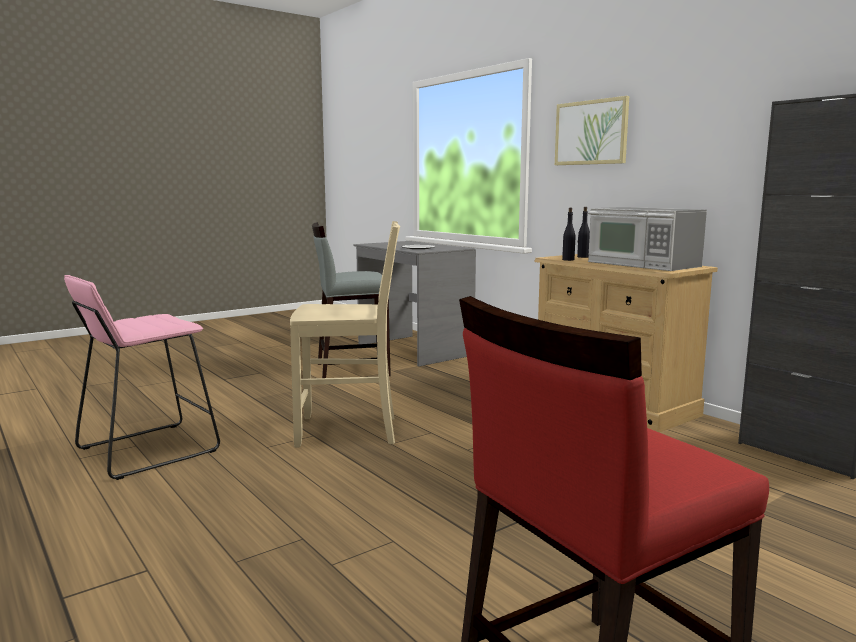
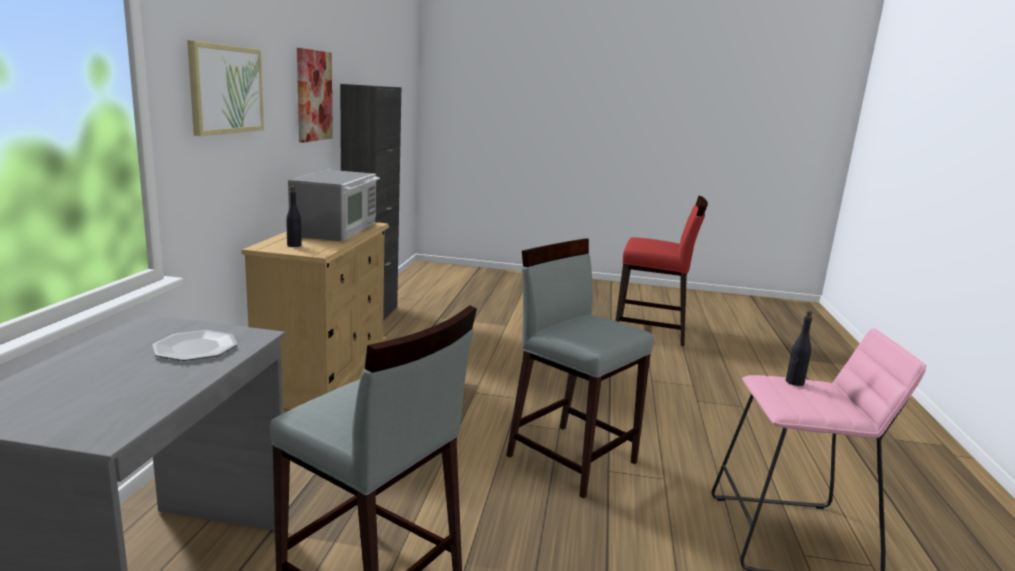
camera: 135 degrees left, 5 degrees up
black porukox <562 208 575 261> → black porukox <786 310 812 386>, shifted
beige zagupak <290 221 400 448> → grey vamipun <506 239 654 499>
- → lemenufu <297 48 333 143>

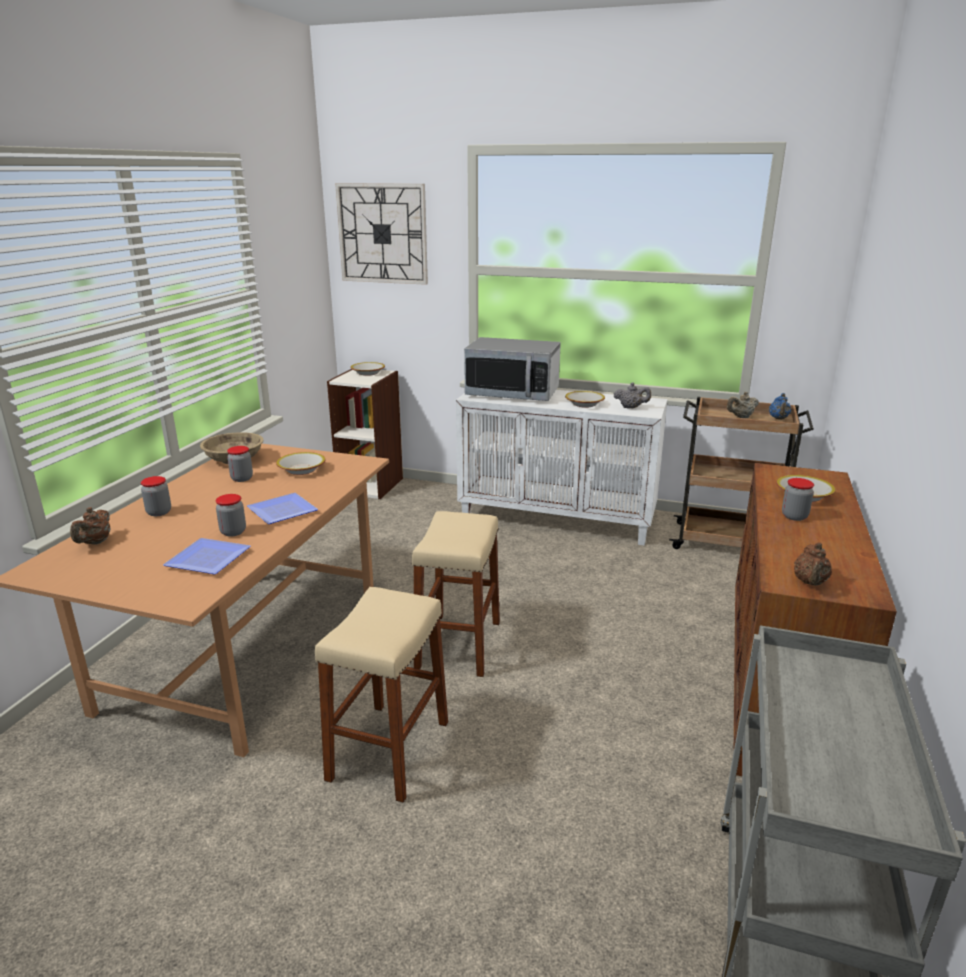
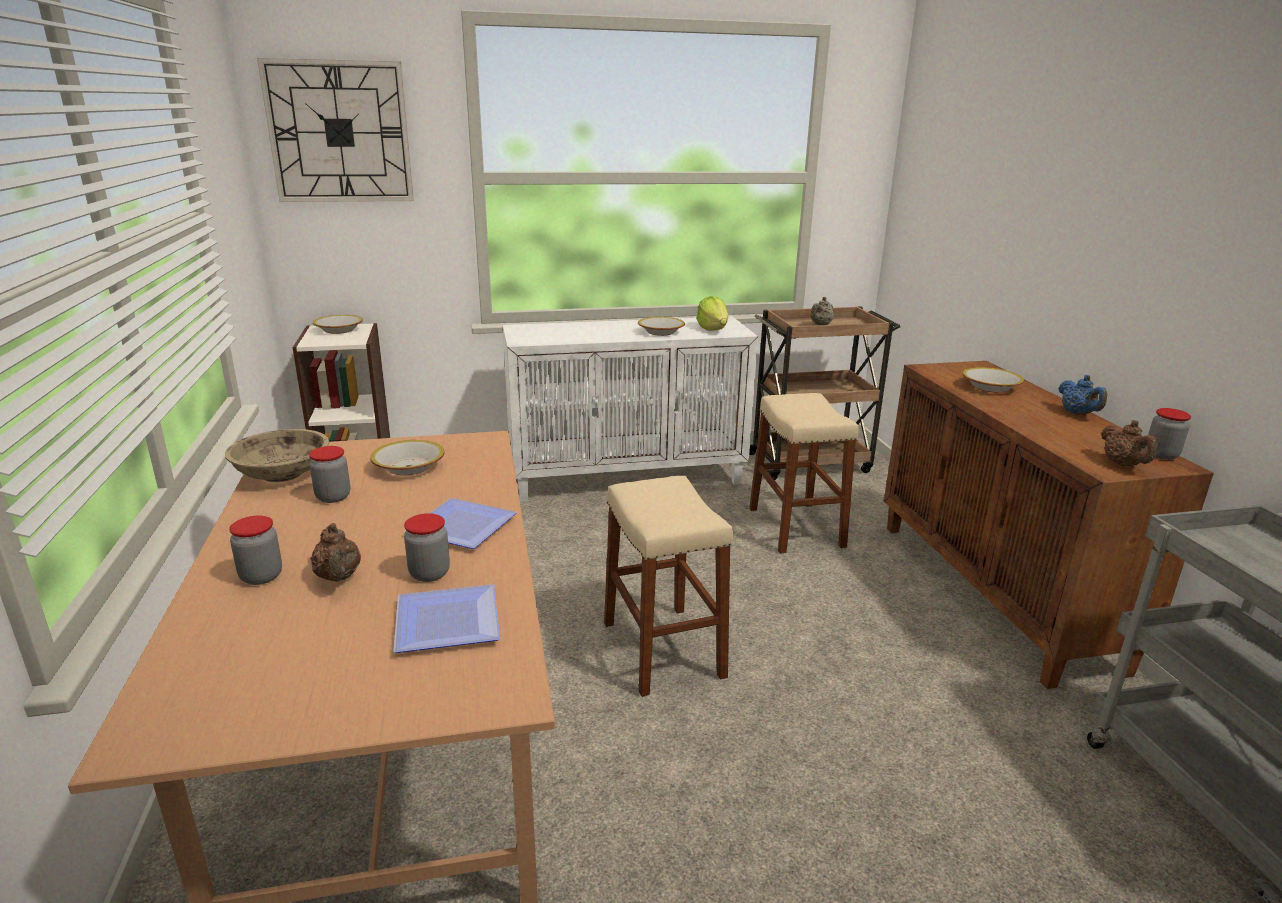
camera: 30 degrees left, 0 degrees up
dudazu <464 337 561 401> → -
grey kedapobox <614 382 651 409> → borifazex <696 296 729 331>
blue kedapobox <769 393 791 420> → blue kedapobox <1058 375 1107 415>, shifted
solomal <782 478 814 521> → solomal <1147 408 1191 460>, shifted
brown kedapobox <70 507 111 545> → brown kedapobox <310 523 361 582>, shifted
beige vamipun <315 587 448 803> → beige vamipun <749 393 859 553>, shifted

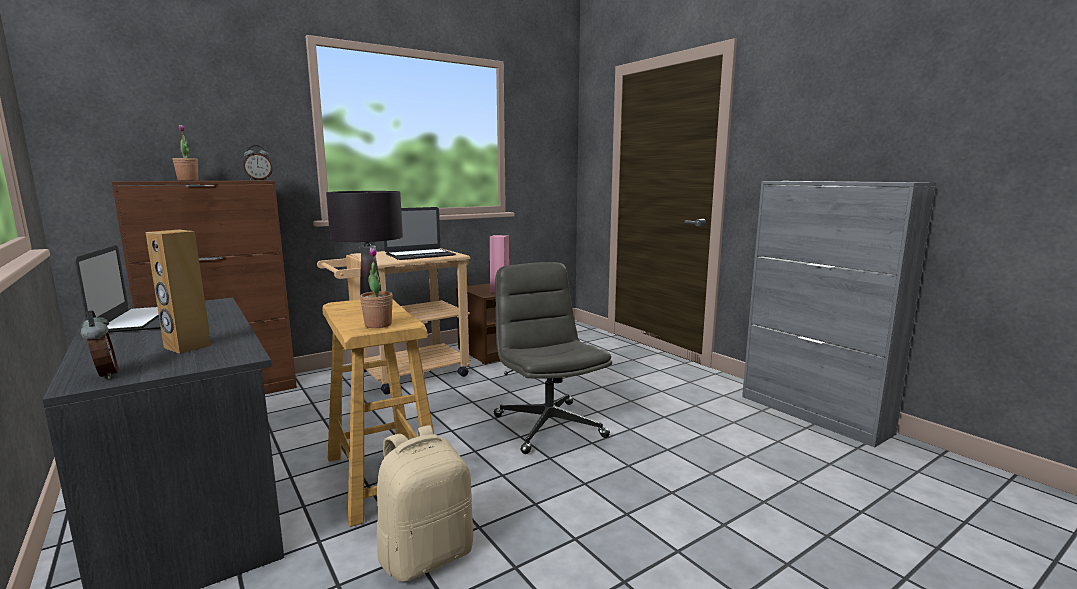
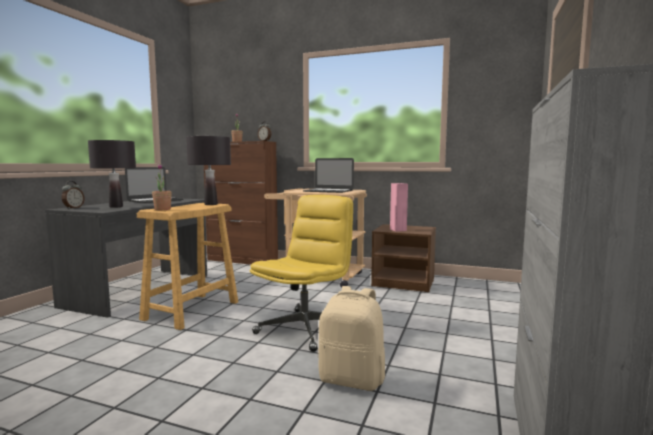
camera: 55 degrees right, 5 degrees down
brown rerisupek <145 230 211 354> → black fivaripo <88 140 136 208>
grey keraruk <494 262 612 454> → yellow keraruk <250 195 353 352>
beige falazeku <377 425 473 582> → beige falazeku <318 286 385 391>, shifted

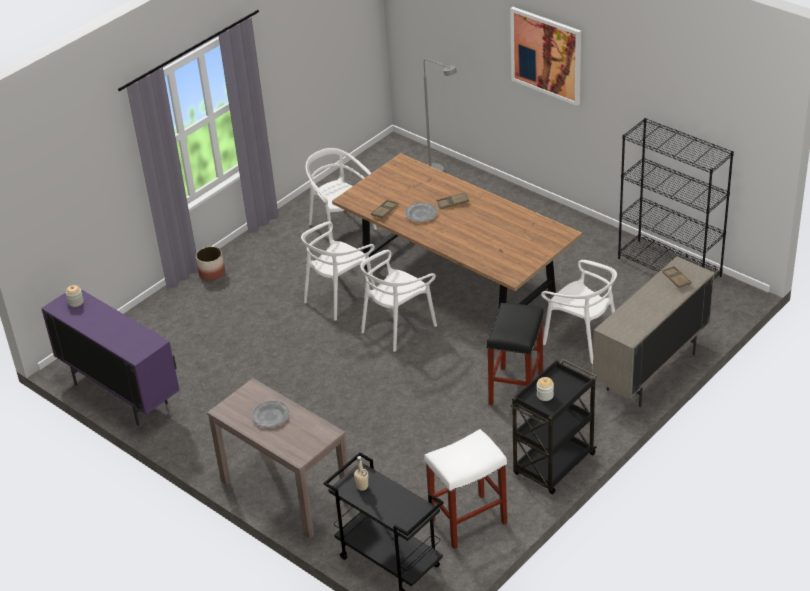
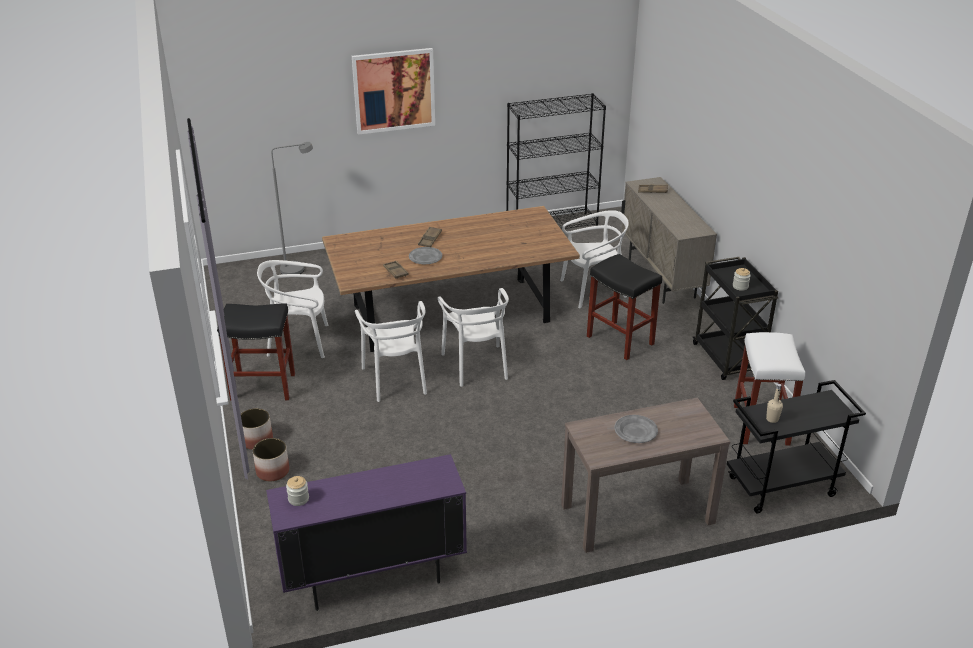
camera: 60 degrees left, 5 degrees down
- → black vamipun <217 303 295 401>
- → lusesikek <253 438 289 481>

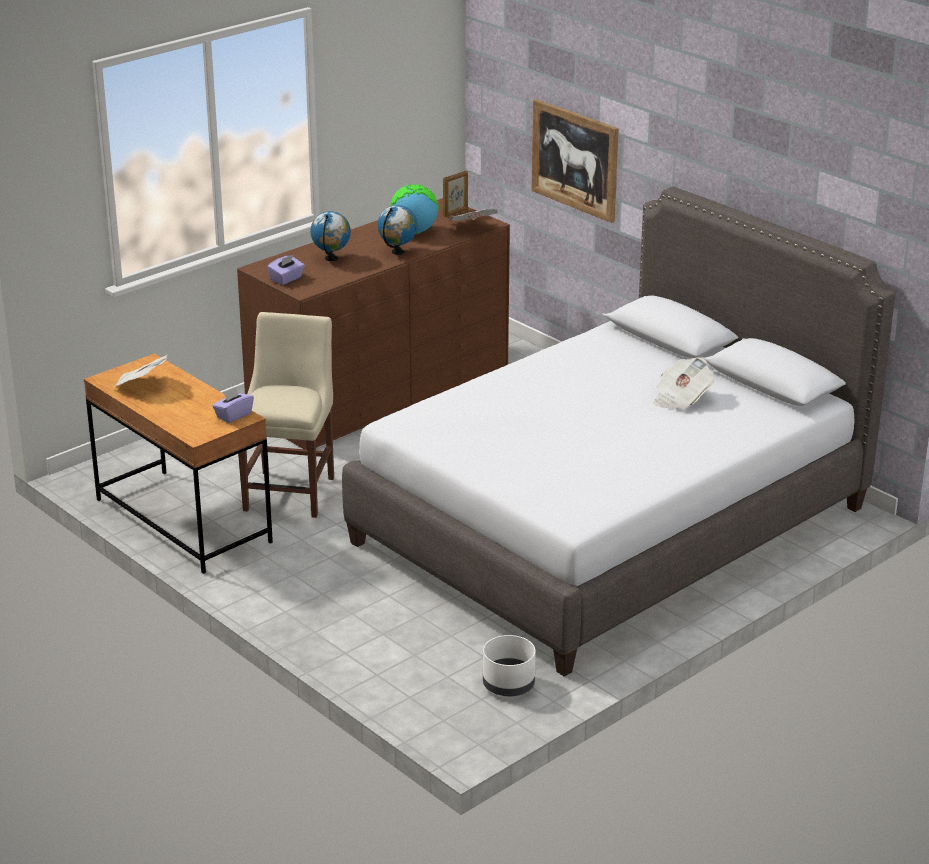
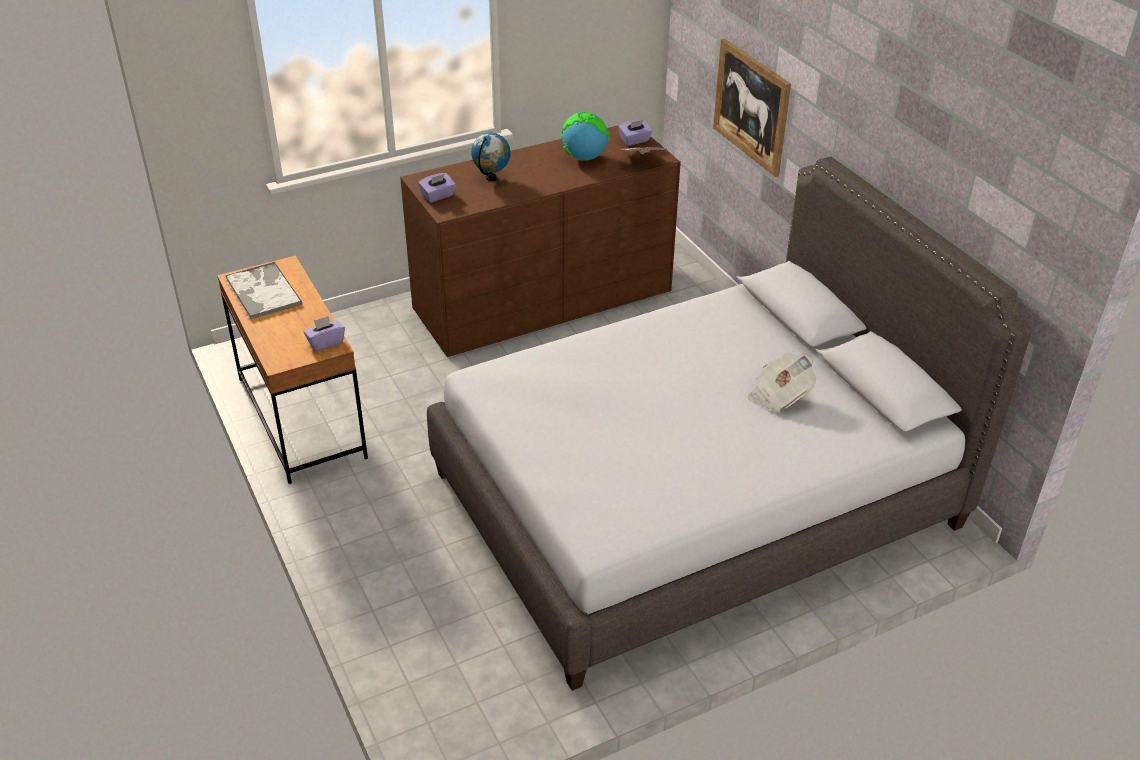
camera: 15 degrees right, 10 degrees up
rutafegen <443 171 468 217> → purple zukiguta <618 120 653 146>
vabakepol <378 205 418 255> → -
beige zagupak <238 312 334 518> → -
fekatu <113 355 167 387> → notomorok <225 262 303 319>
white lusesikek <483 635 536 696> → -

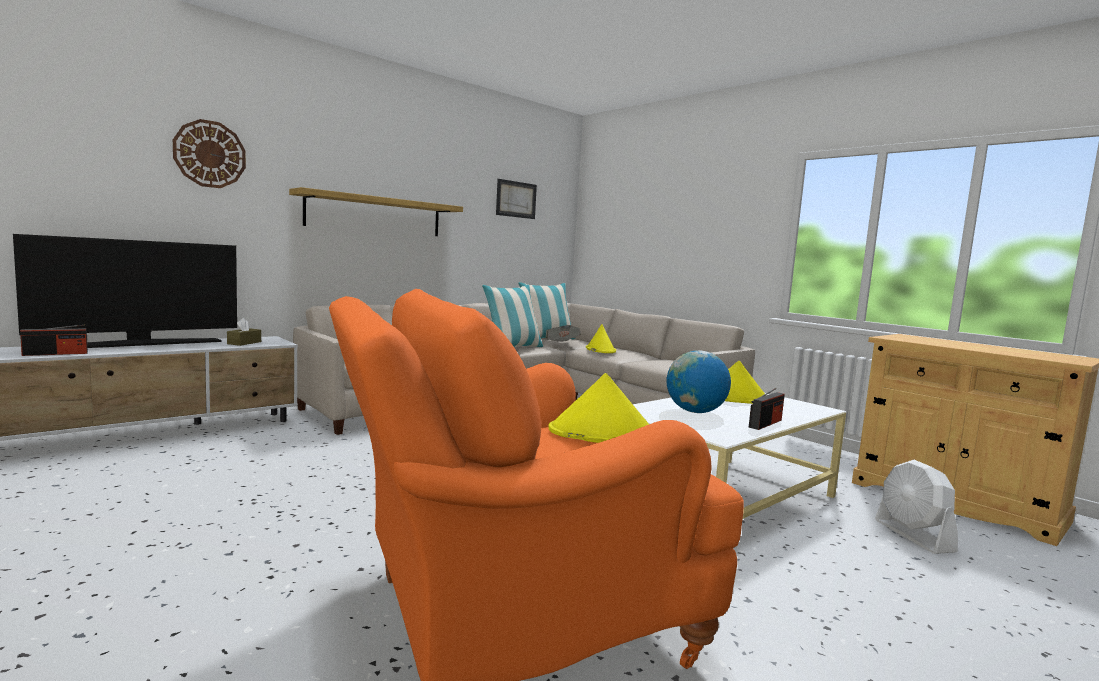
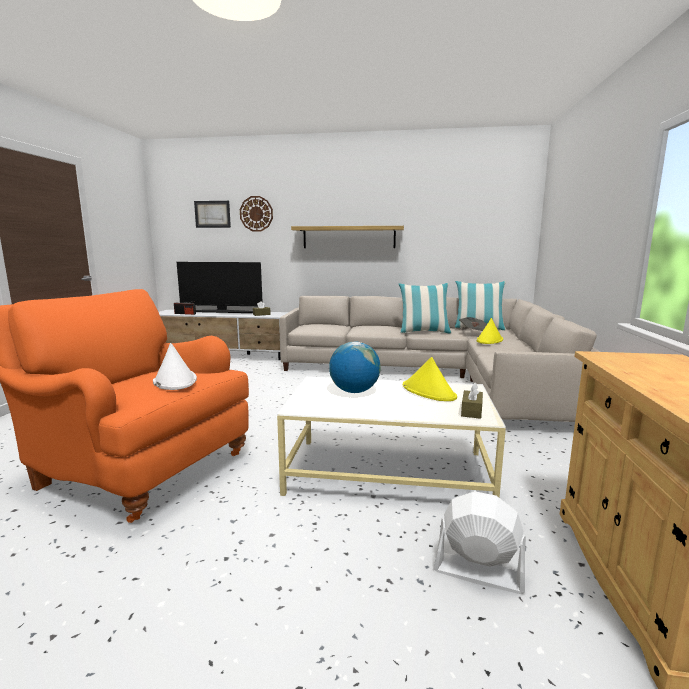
camera: 50 degrees right, 5 degrees up
lemenufu <496 179 537 219> → lemenufu <194 201 231 228>, shifted
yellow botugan <548 373 649 443> → white botugan <153 343 197 390>
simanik <748 388 785 430> → -
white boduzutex <875 460 958 554> → white boduzutex <433 491 526 594>, 75 degrees clockwise
- → brown zukiguta <461 382 483 419>

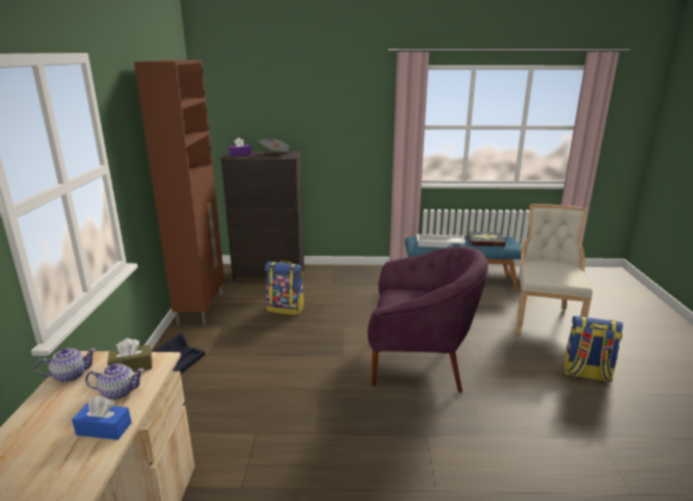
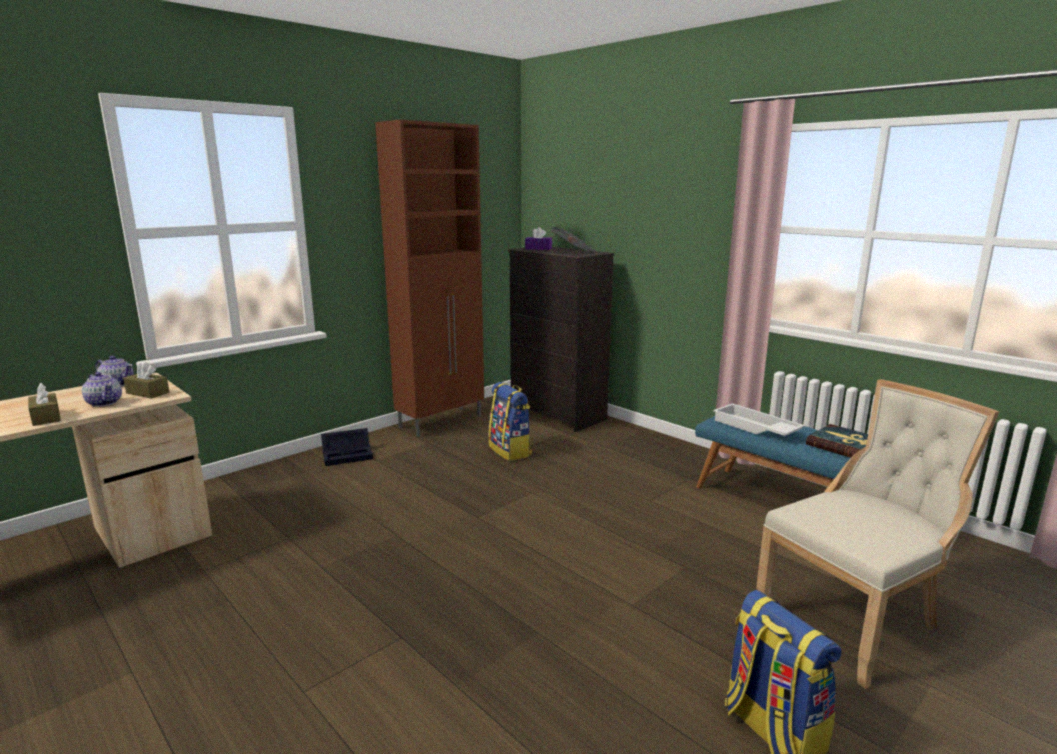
camera: 45 degrees right, 5 degrees down
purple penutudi <368 246 488 393> → -
blue zukiguta <72 396 132 440> → brown zukiguta <28 383 61 426>

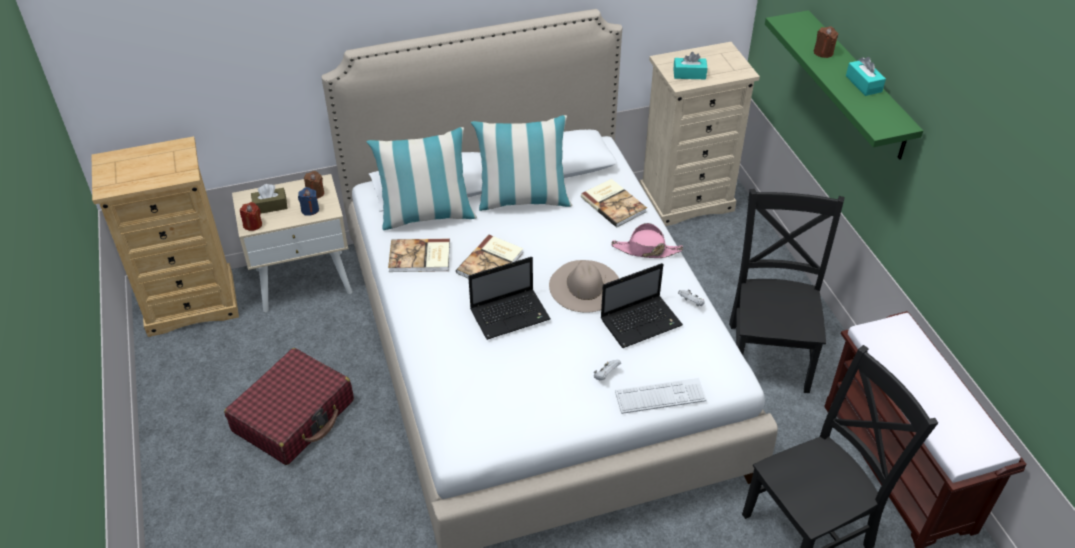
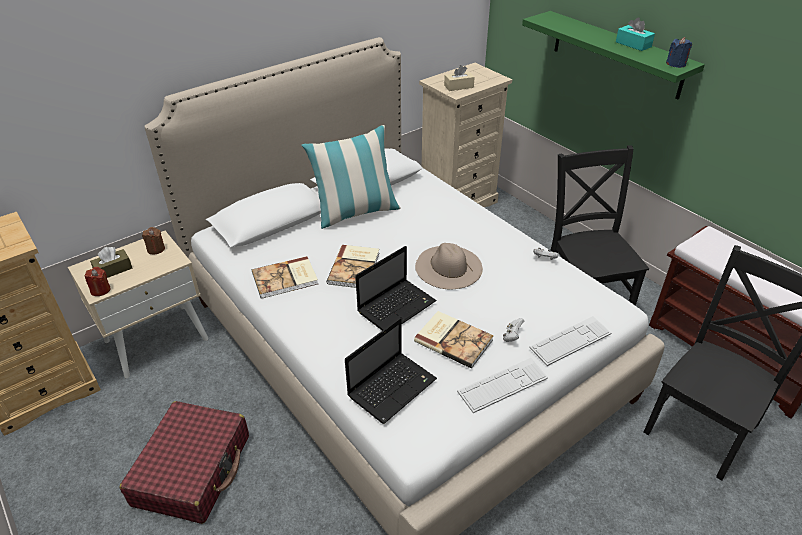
camera: 20 degrees left, 5 degrees down
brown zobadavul <814 26 838 58> → -
turquoise zukiguta <673 52 707 79> → beige zukiguta <444 65 475 91>
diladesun <366 127 477 230> → -
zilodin <581 179 647 227> → zilodin <414 311 494 369>, shifted
blue zobadavul <298 187 319 216> → blue zobadavul <666 37 692 68>, shifted
pink botugan <611 223 683 258> → -
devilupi <601 263 683 348> → devilupi <345 318 437 424>, shifted
- → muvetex <457 358 548 413>

